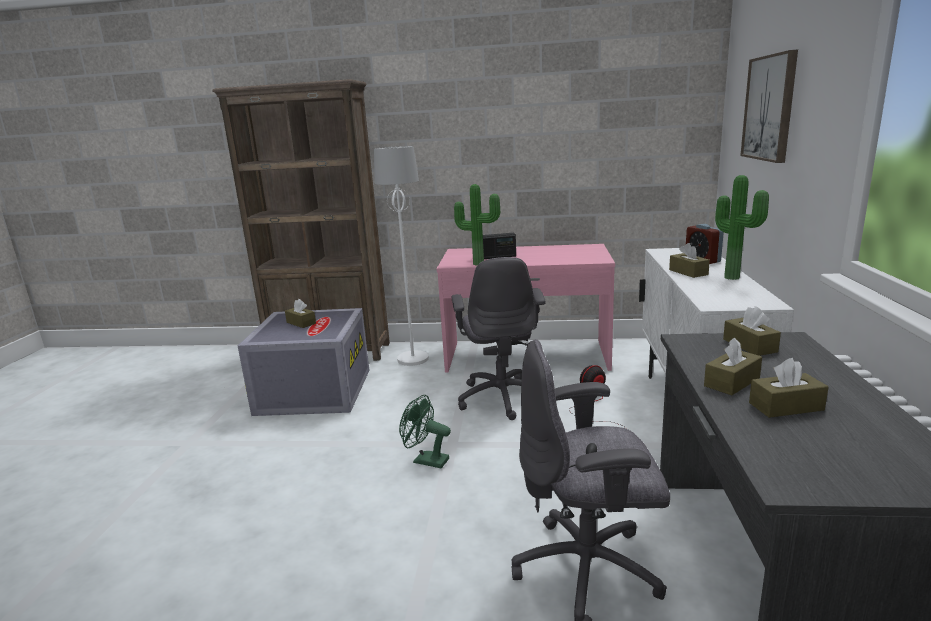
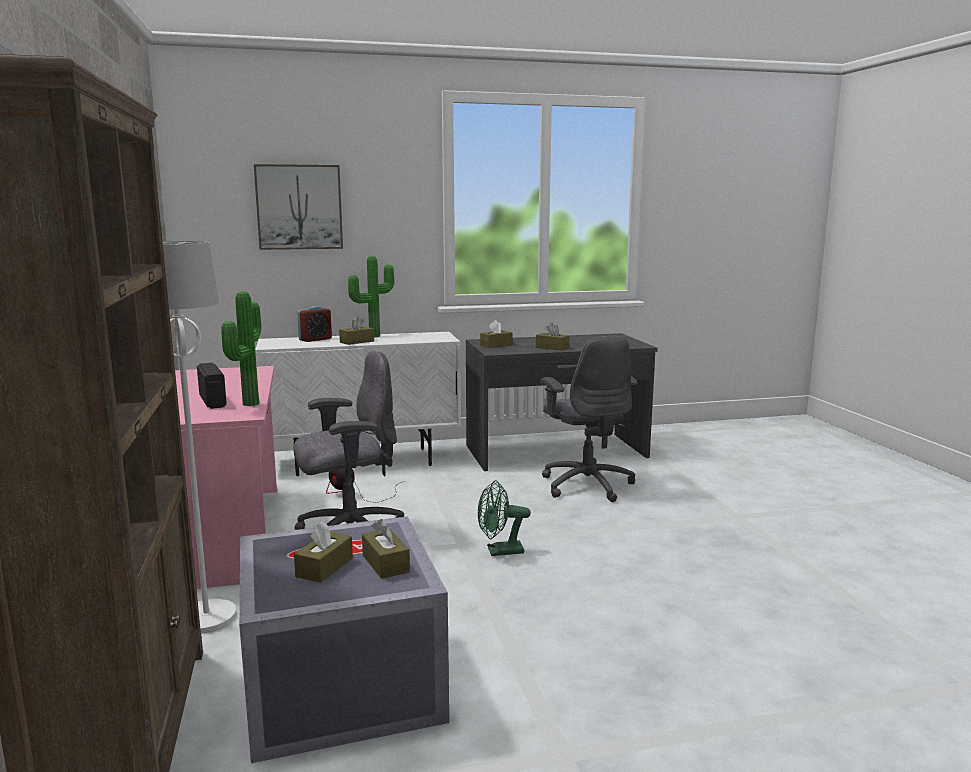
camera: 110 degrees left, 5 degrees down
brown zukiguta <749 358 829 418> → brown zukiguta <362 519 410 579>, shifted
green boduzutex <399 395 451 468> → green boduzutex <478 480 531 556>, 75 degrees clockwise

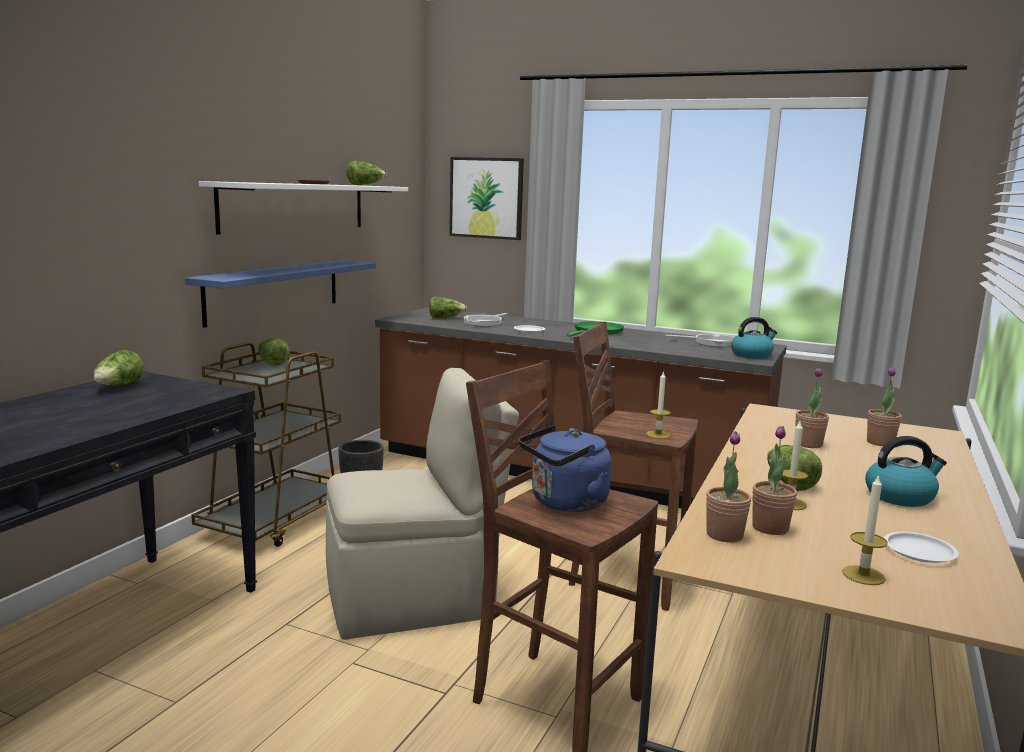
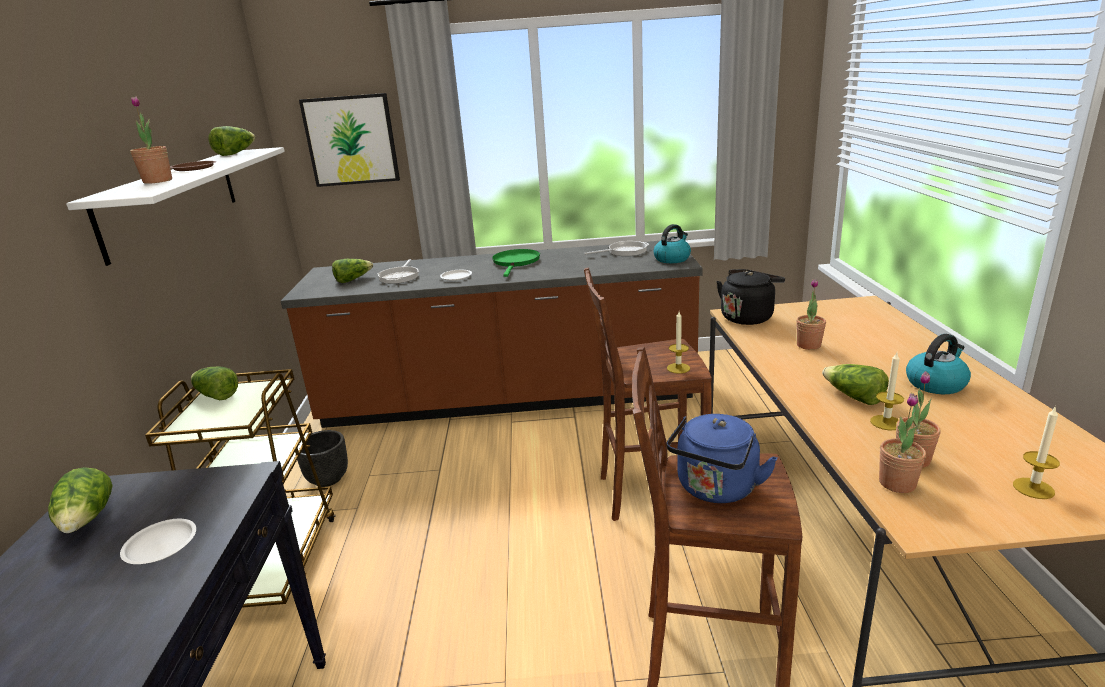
camera: 25 degrees left, 10 degrees up
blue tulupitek <185 260 376 328> → -
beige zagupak <326 368 519 640> → -
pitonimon <867 368 902 446> → pitonimon <130 96 172 184>, shifted
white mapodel <884 532 959 563> → white mapodel <120 519 196 564>, shifted
- → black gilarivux <717 269 785 325>

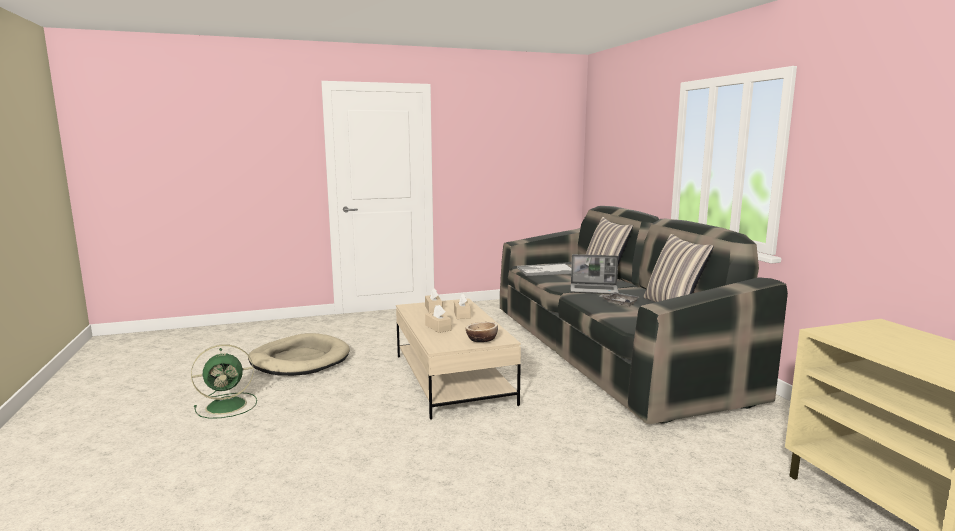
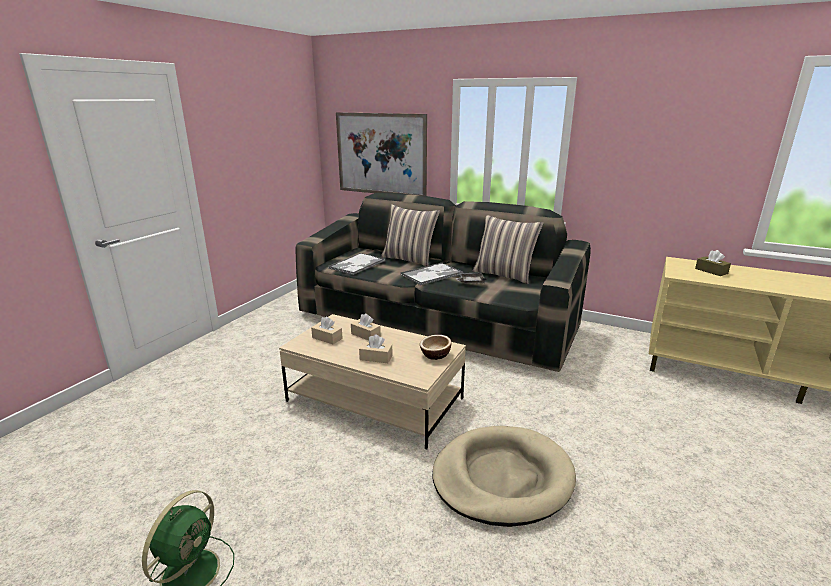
camera: 45 degrees left, 10 degrees up
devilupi <570 254 619 294> → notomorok <400 263 463 285>
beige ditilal <248 333 350 376> → beige ditilal <432 426 576 527>, shifted
- → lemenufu <336 112 427 196>
- → brown zukiguta <695 250 731 276>

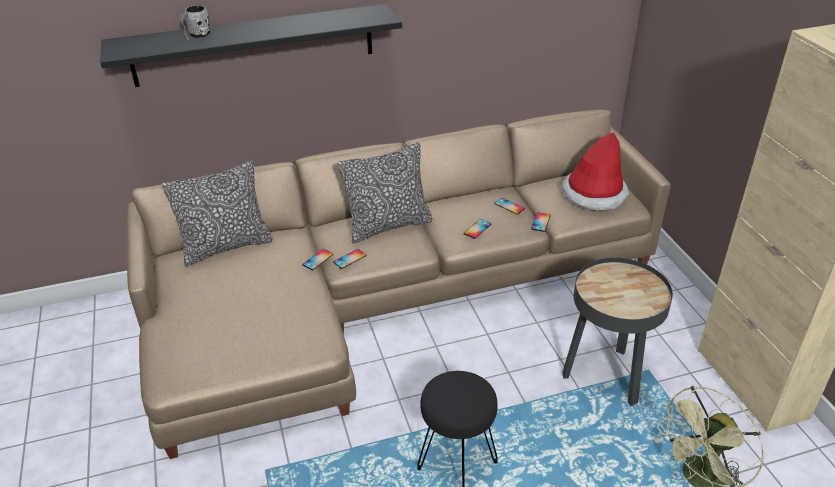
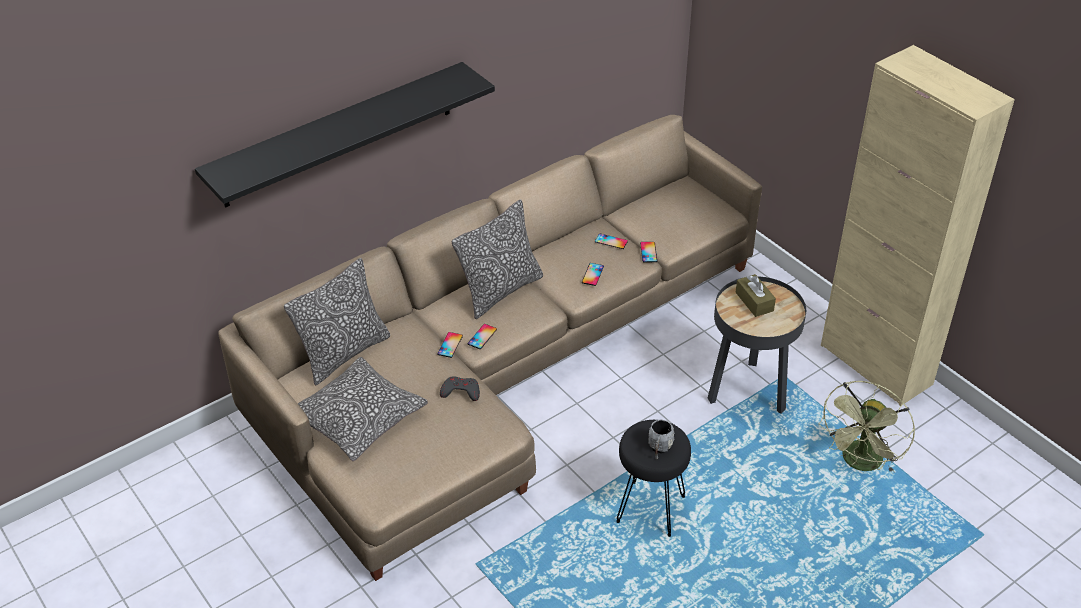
camera: 20 degrees left, 5 degrees up
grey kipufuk <180 5 210 40> → grey kipufuk <648 419 675 459>, shifted
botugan <562 132 629 211> → -
- → brown zukiguta <735 274 776 317>
- → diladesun <298 357 428 461>
- → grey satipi <440 376 480 401>

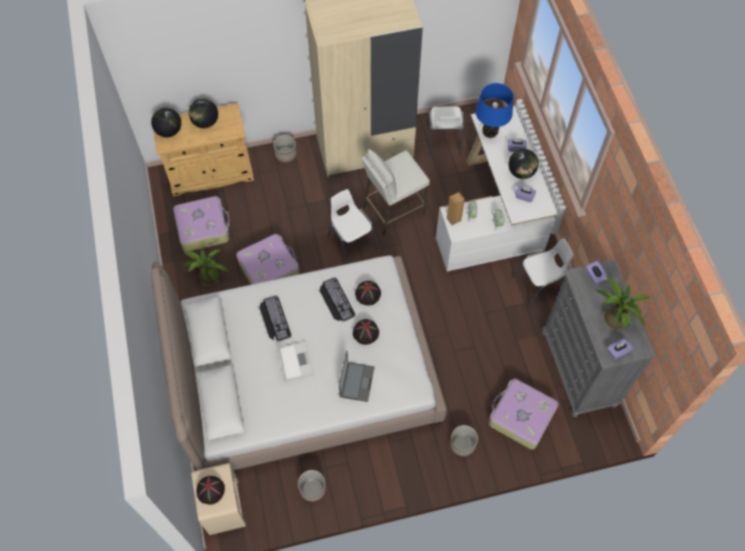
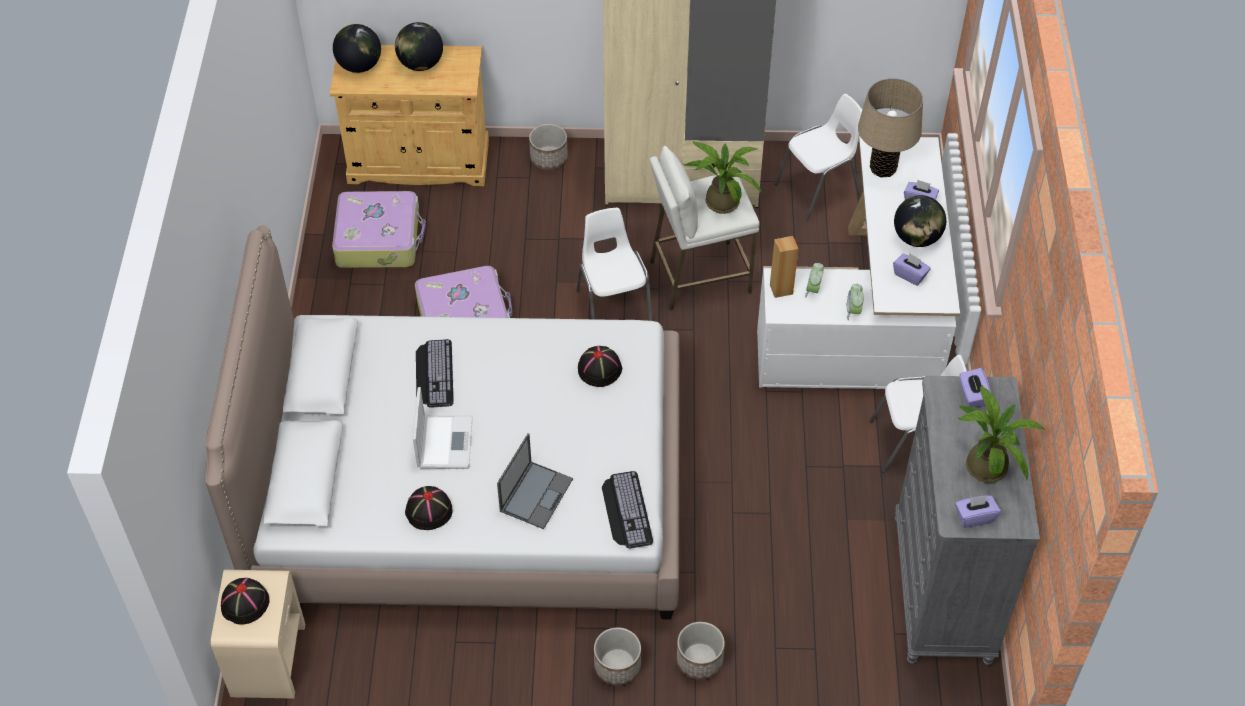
camera: 15 degrees right, 10 degrees down
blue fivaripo <475 83 514 138> → beige fivaripo <858 78 923 178>
white zagupak <427 106 464 156> → white zagupak <775 94 862 220>, 135 degrees counterclockwise
pitonimon <182 249 230 286> → pitonimon <684 141 762 214>, shifted
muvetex <320 277 355 322> → muvetex <602 471 653 548>, shifted
black botugan <353 319 379 345> → black botugan <405 486 453 530>, shifted
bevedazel <489 379 559 450> → -
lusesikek <298 470 326 502> → lusesikek <594 627 641 686>, shifted

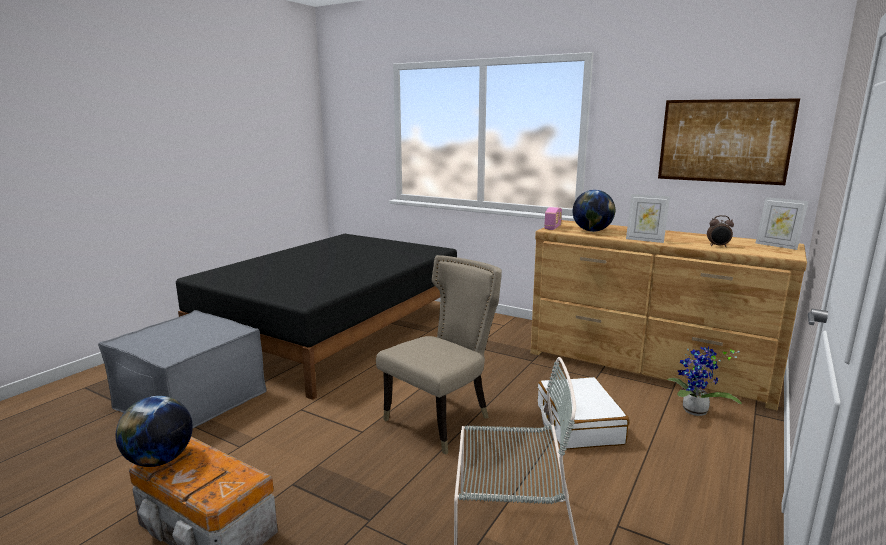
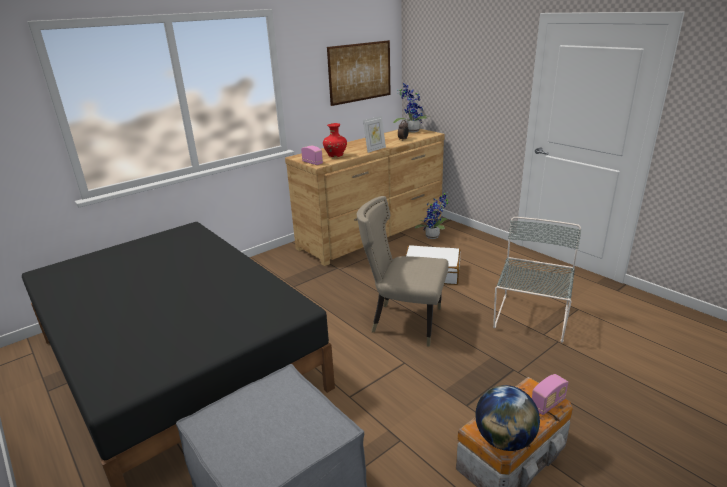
camera: 70 degrees left, 10 degrees up
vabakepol <572 190 615 232> → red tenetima <323 123 347 157>
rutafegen <756 197 809 250> → pitonimon <393 83 430 132>
beige zagupak <376 255 502 455> → beige zagupak <357 196 449 347>, 45 degrees counterclockwise
- → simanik <532 374 568 415>

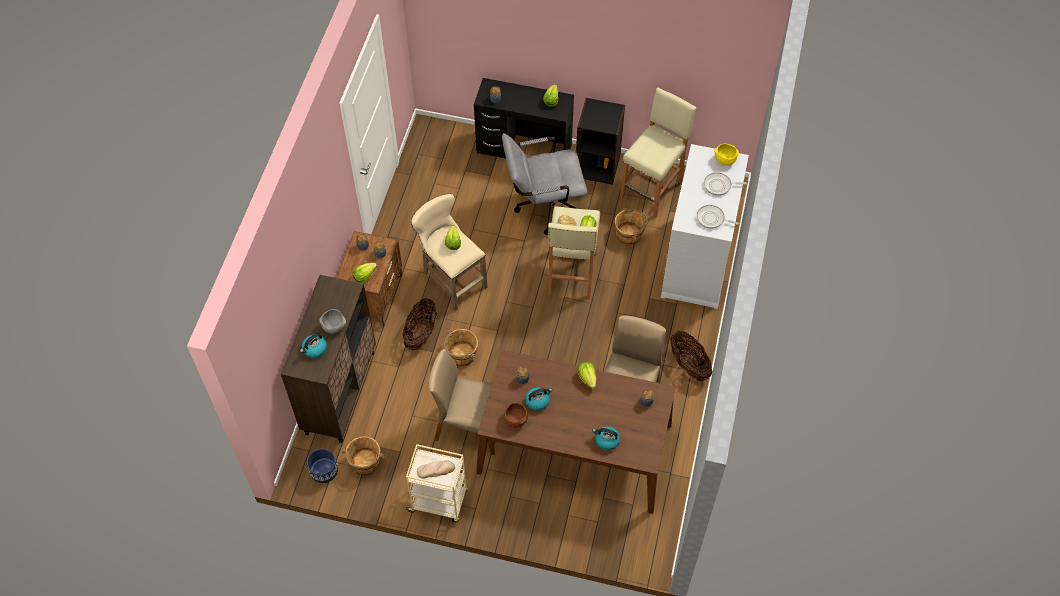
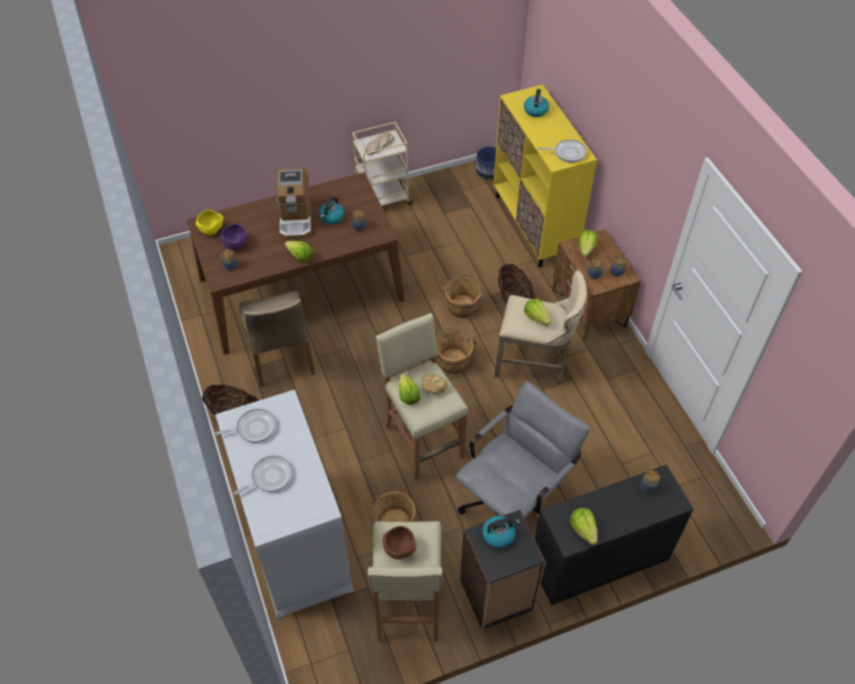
camera: 145 degrees right, 5 degrees down
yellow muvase <714 143 739 166> → yellow muvase <196 210 224 235>, shifted
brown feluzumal <281 275 376 443> → yellow feluzumal <493 85 597 267>
grey muvase <319 309 346 334> → -
beige zagupak <429 349 495 455> → -
brown muvase <504 403 528 428> → brown muvase <382 526 417 559>, shifted
gilarivux <592 426 620 450> → gilarivux <482 516 520 548>, shifted
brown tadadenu <341 436 385 475> → brown tadadenu <436 327 477 374>, shifted
- → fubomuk <538 140 587 163>
- → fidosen <276 168 311 240>
- → purple muvase <220 224 247 250>

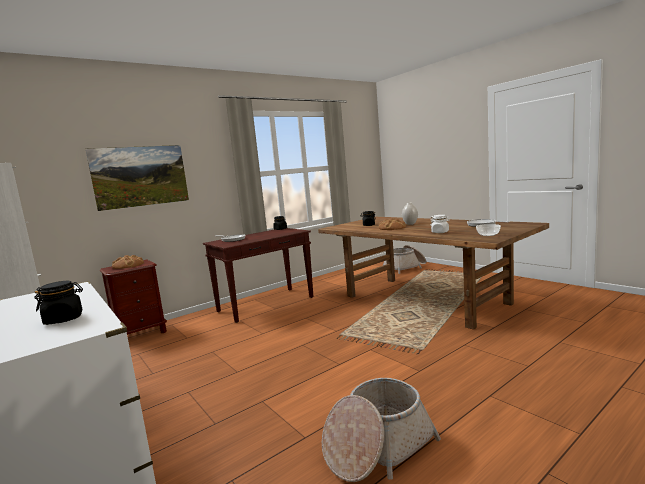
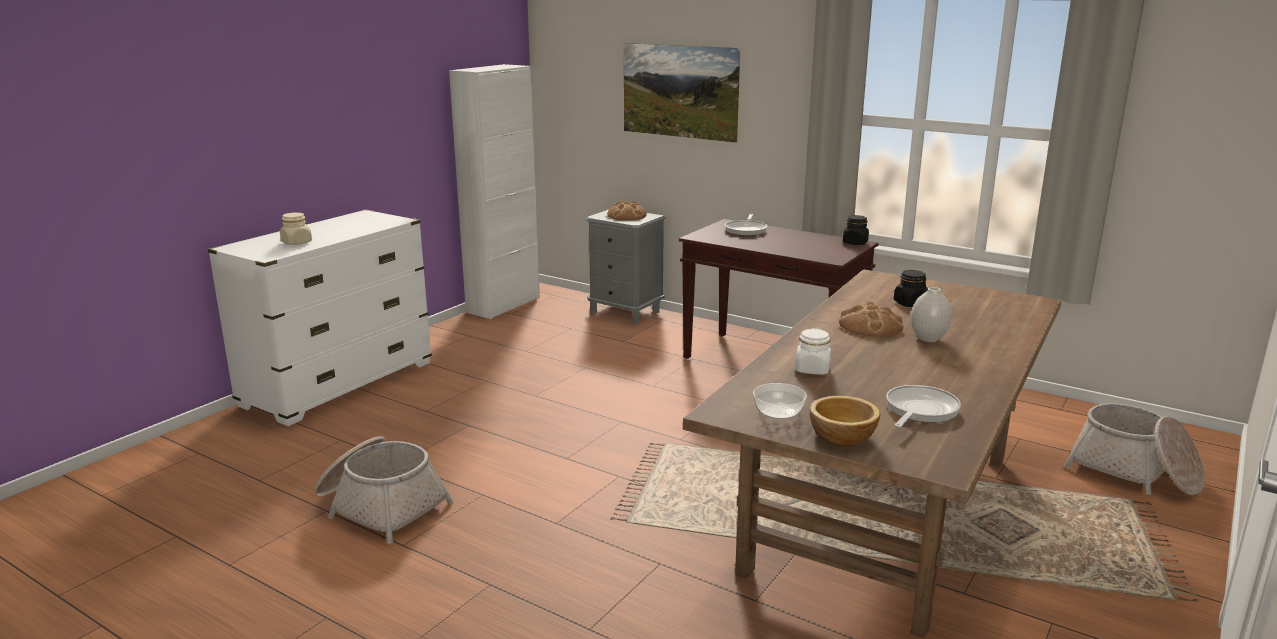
camera: 70 degrees right, 10 degrees up
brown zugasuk <100 260 167 335> → grey zugasuk <586 210 666 324>
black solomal <34 281 83 325> → beige solomal <280 212 312 245>
- → muvase <810 396 880 447>

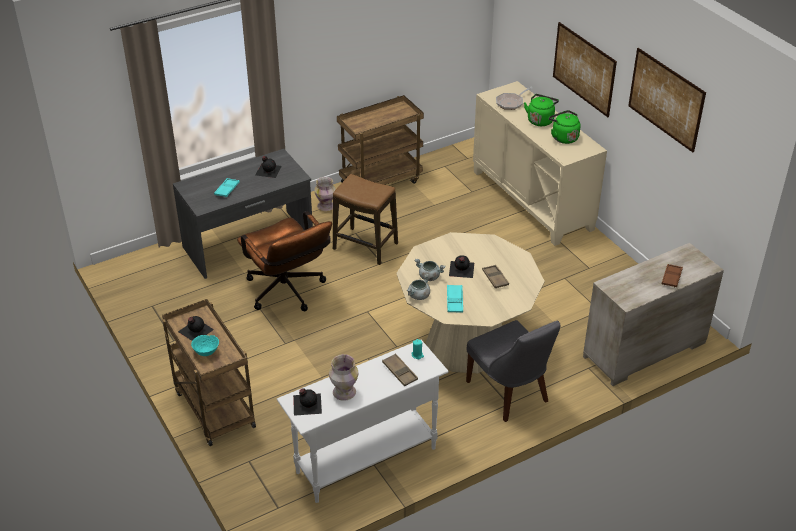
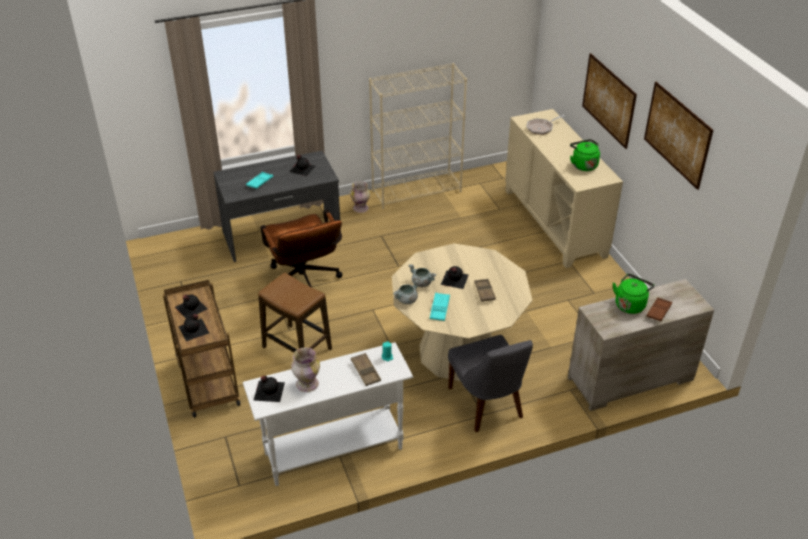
camera: 10 degrees right, 0 degrees up
green gilarivux <524 94 559 126> → green gilarivux <613 274 655 314>, shifted
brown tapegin <337 95 424 185> → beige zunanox <369 63 467 209>
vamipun <333 174 398 265> → vamipun <258 273 332 352>, shifted
turquoise muvase <191 335 219 356> → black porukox <178 314 209 341>

